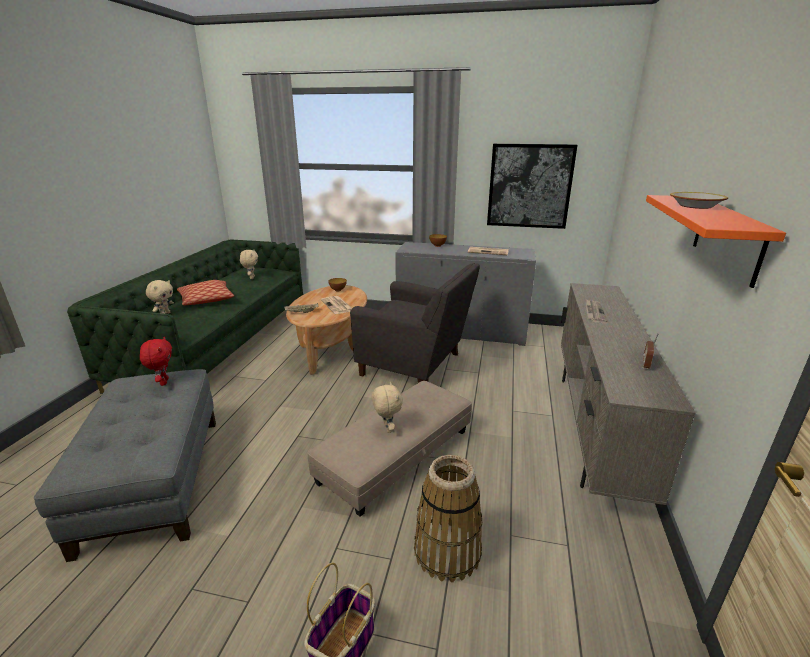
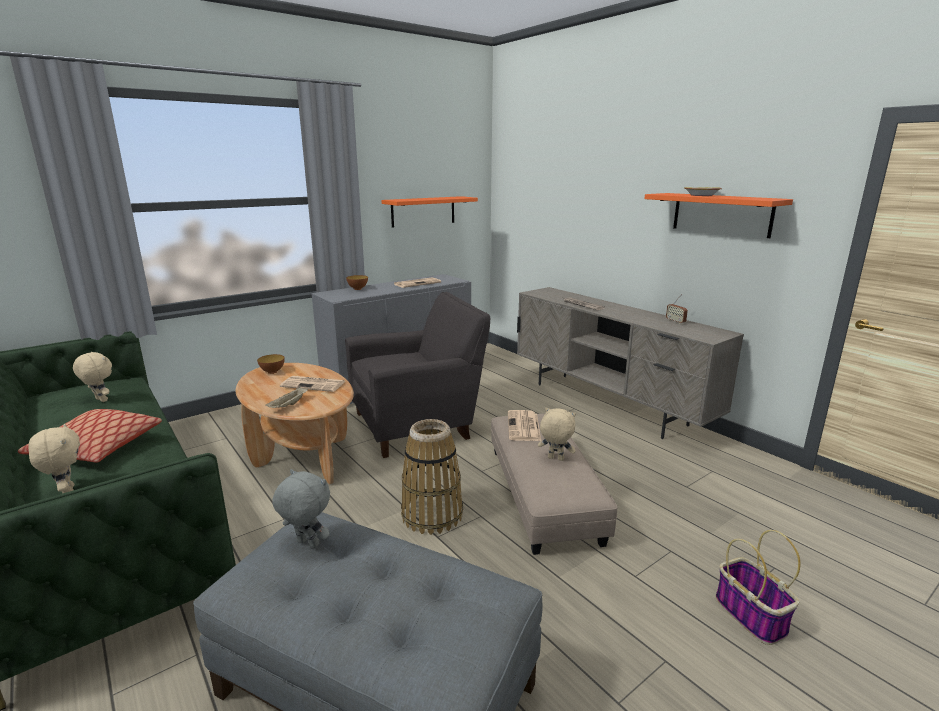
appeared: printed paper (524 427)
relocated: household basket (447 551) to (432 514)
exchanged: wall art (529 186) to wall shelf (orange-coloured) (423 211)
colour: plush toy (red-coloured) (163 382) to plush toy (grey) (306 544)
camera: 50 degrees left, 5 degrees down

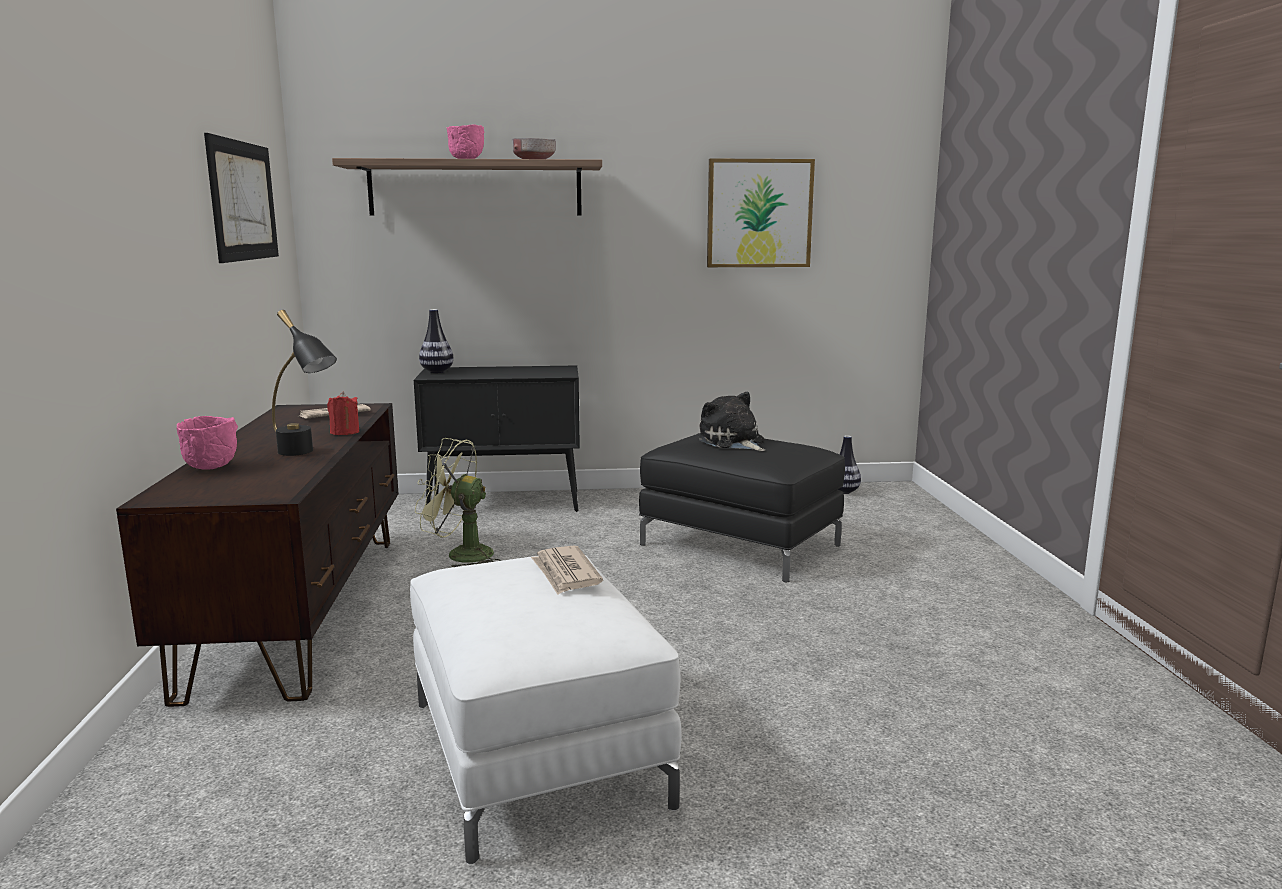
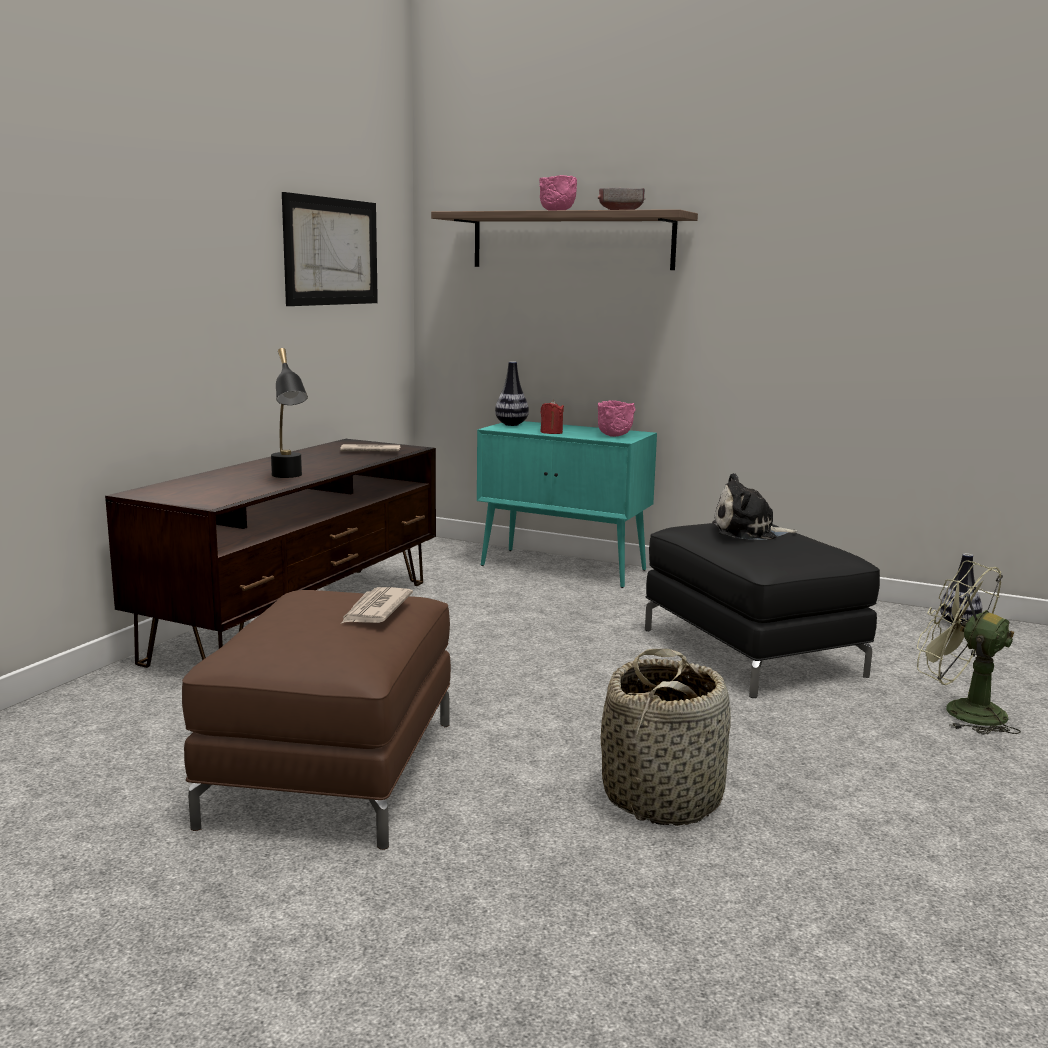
missing: wall art (759 213)
appeared: household basket (663 797)
relocated: serving bowl (pink-coloured) (212 467) to (615 436); wax light (red-coloured) (345 432) to (551 432); cooling fan (green) (460 555) to (960 711)
colour: pouffe (white) (536 752) to pouffe (brown) (333 771); cupboard (blackish) (506 503) to cupboard (blue-green) (564 568)
spun: plush toy (733 442) = (748 532) 90 degrees counterclockwise
camera: 30 degrees right, 0 degrees up

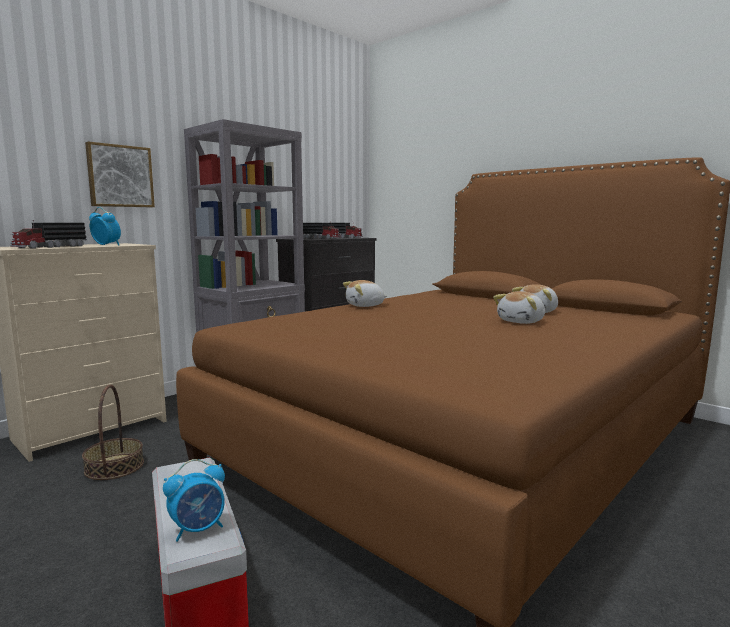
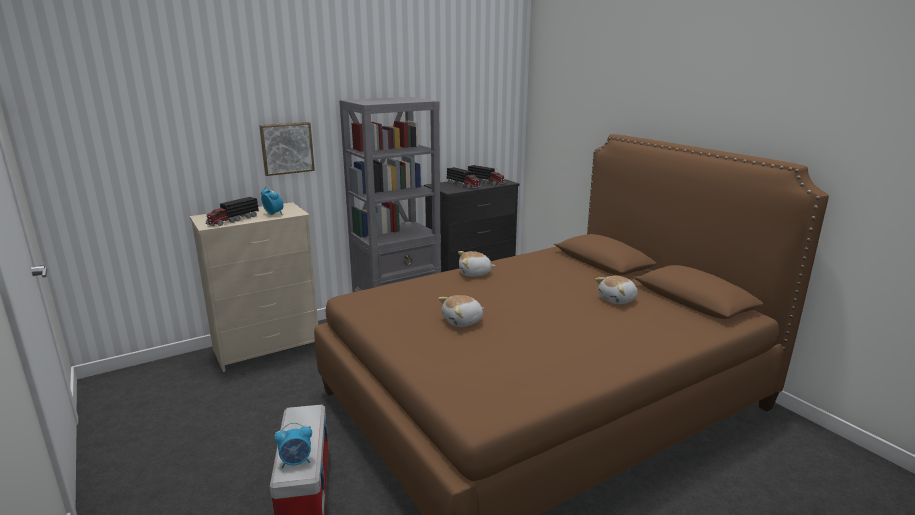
missing: household basket (114 466)
relocated: plush toy (522 322) to (463 321)
camera: 15 degrees right, 10 degrees up

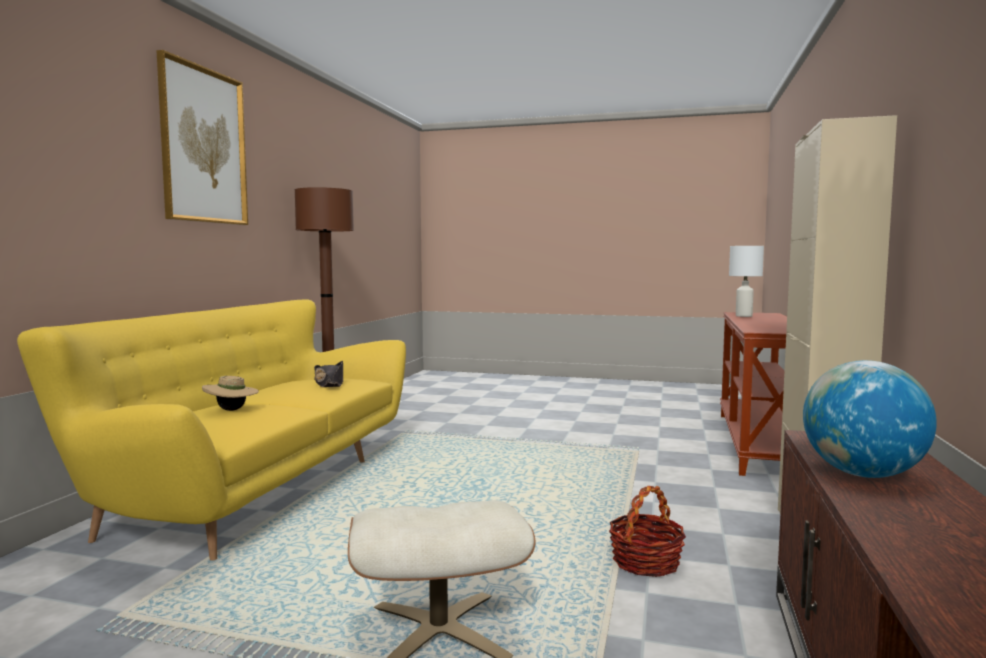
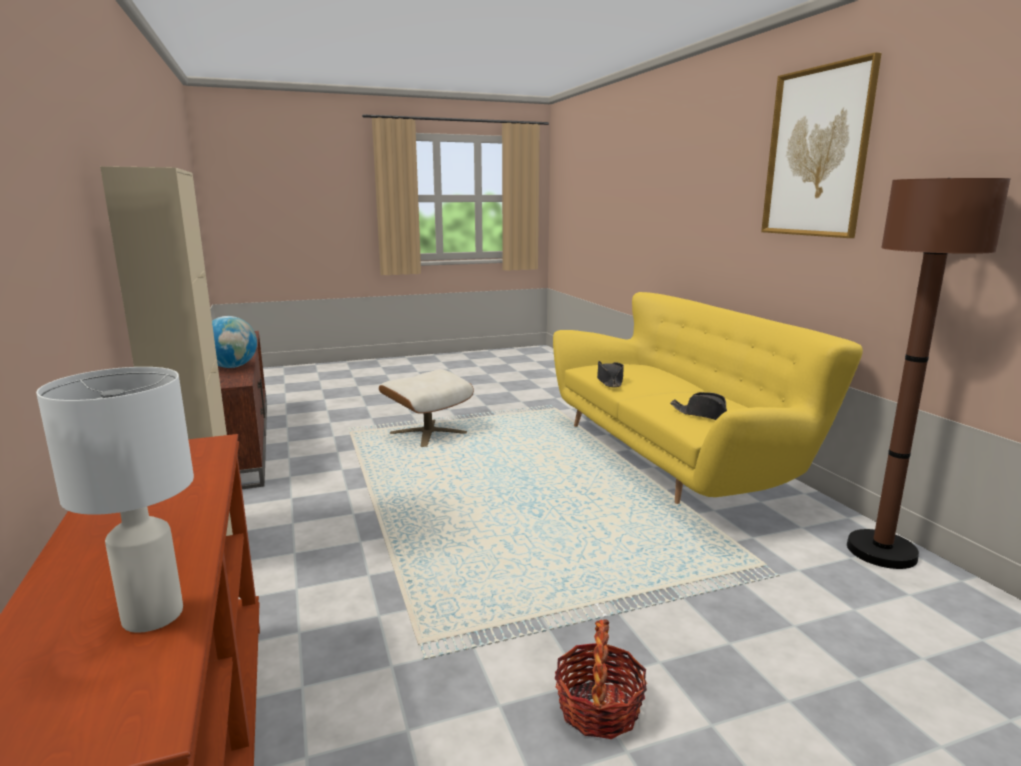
missing: clothing hat (beige) (231 410)
appeared: clothing hat (blackish) (609 381)
relocated: household basket (646 562) to (598 708)
camera: 145 degrees right, 10 degrees up

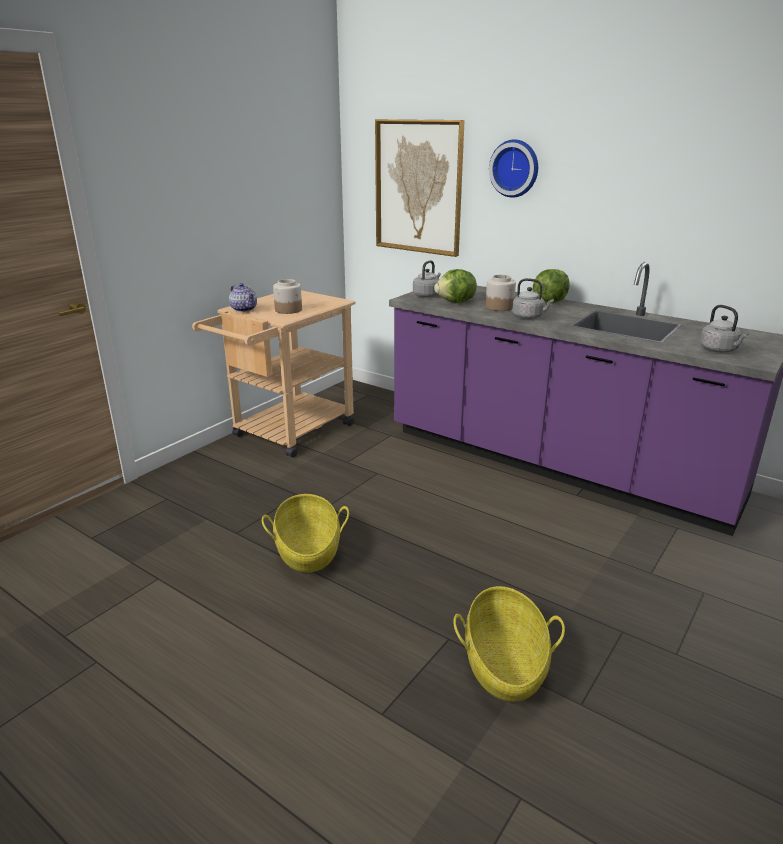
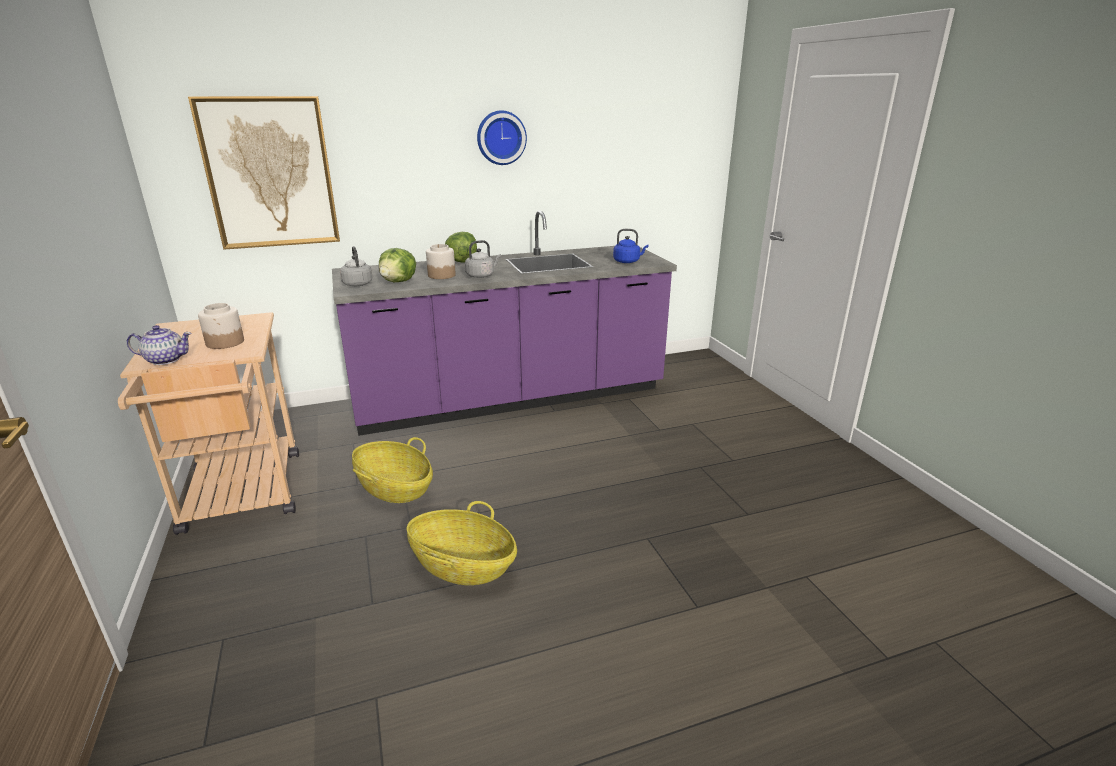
relocated: household basket (504 665) to (395 488); hanging clock (515 168) to (500 137)
colour: kettle (grey) (719 350) to kettle (bluish) (628 261)
camera: 55 degrees left, 0 degrees up

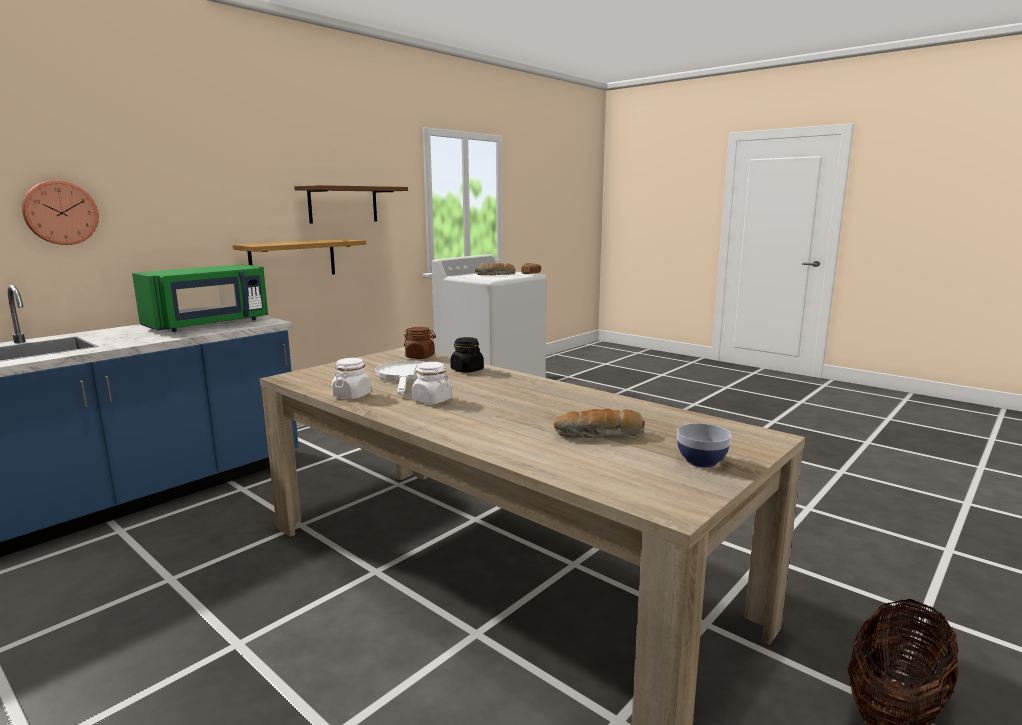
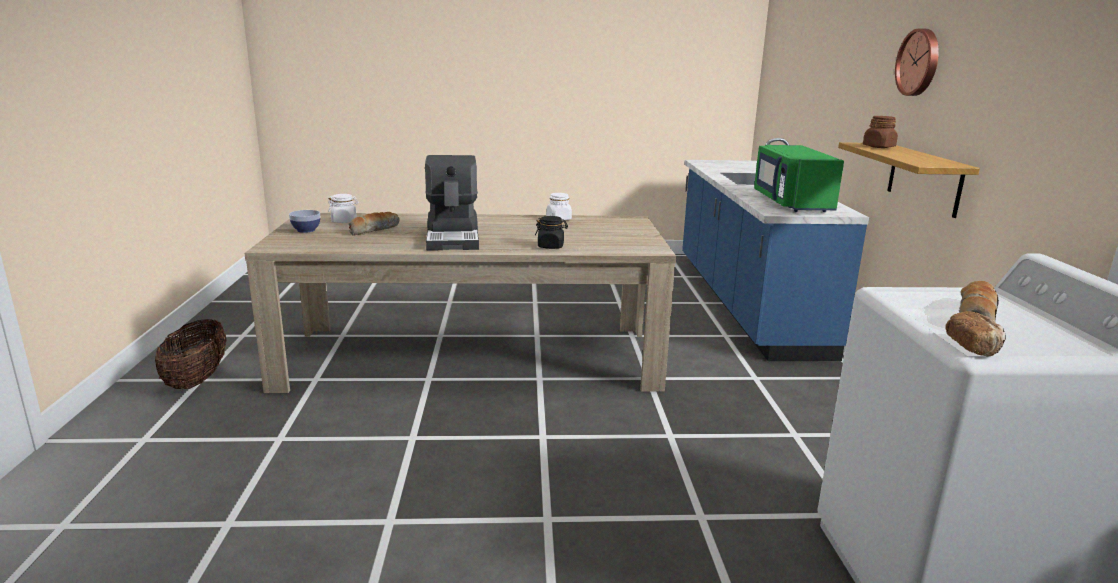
missing: wall shelf (brown) (343 204); skillet (white) (405 377)
appeared: coffee brewer (454 238)
relocated: hanging clock (60 213) to (919 62); preserve jar (brown) (420 357) to (878 147); preserve jar (white) (431 400) to (344 221)
camera: 135 degrees right, 5 degrees up

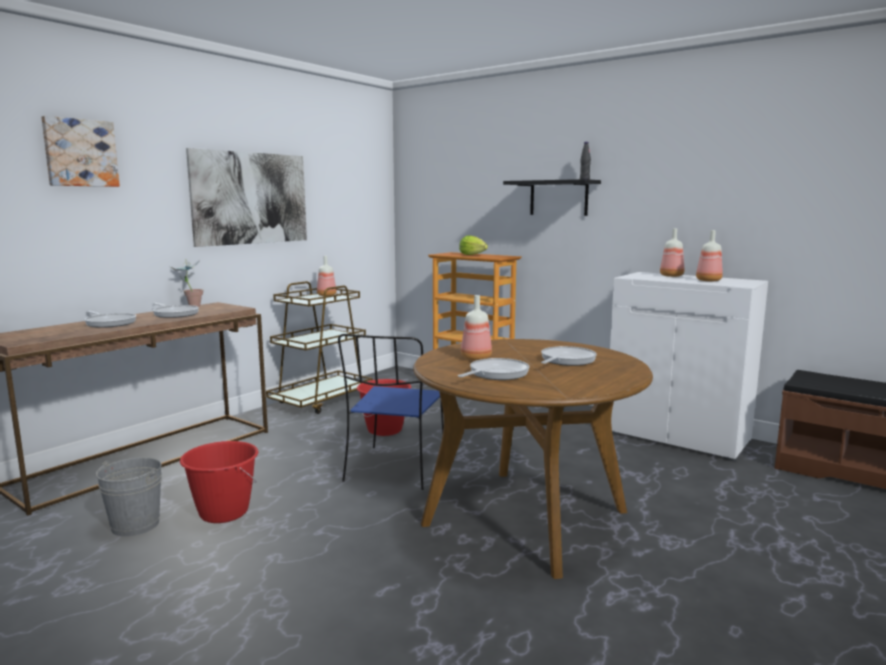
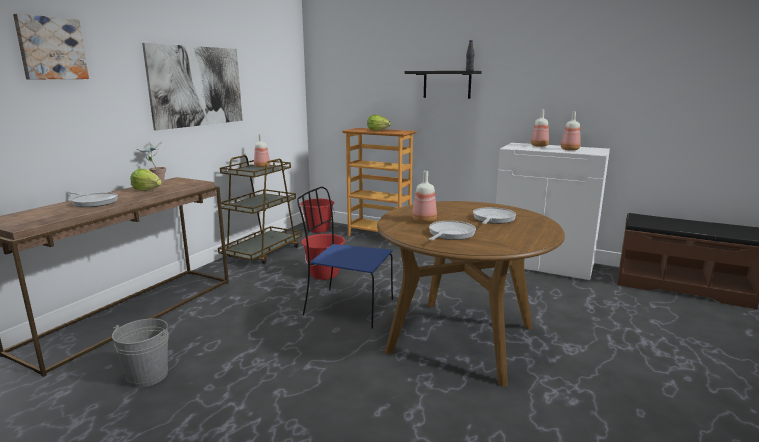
relocated: pail (red-coloured) (223 512) to (318 229)
exchanged: skillet (175 314) to head of lettuce (147 190)
spun: upright chair (bluish) (395 469) = (346 307) 105 degrees clockwise
camera: 10 degrees left, 5 degrees up

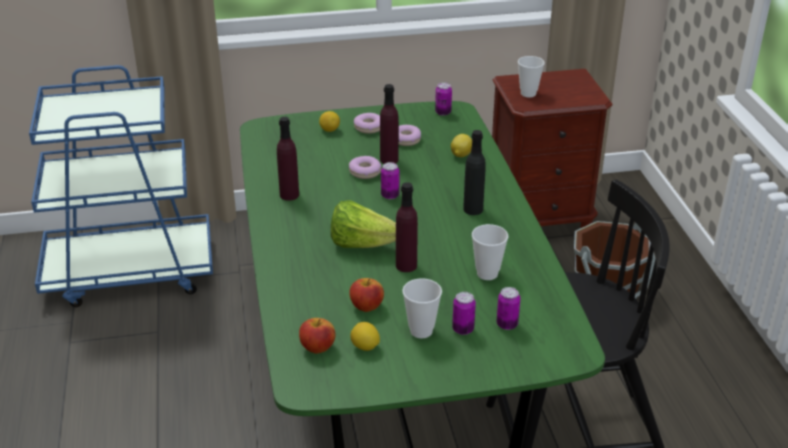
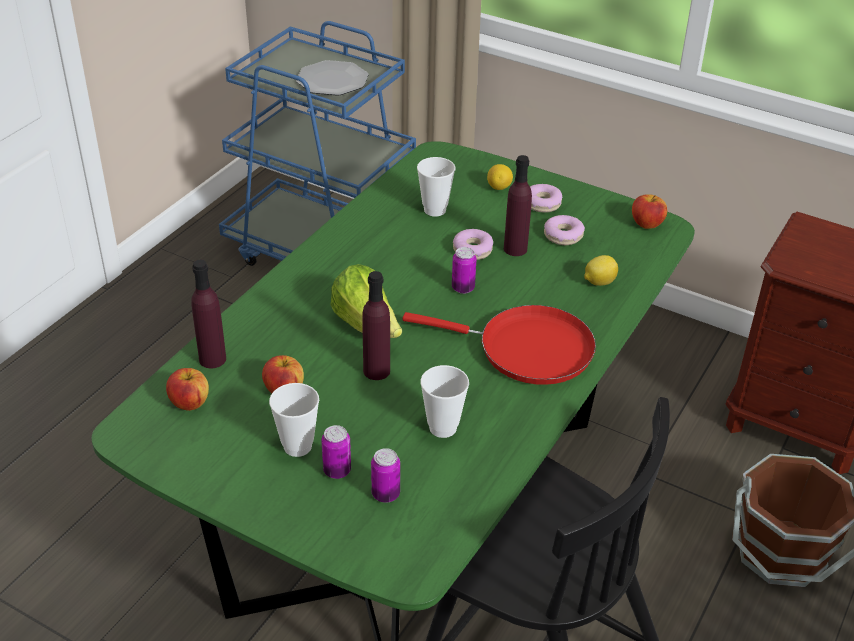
missing: whole lemon (365 347)
appeared: flat dish (332 80)
relocated: beverage bottle (purple-coloured) (289 195) to (212 359); drinking cup (528 93) to (435 210)
exchanged: sealed can (443 112) to apple (646 224); beverage bottle (blackish) (473 209) to skillet (red-coloured) (527 349)
camera: 40 degrees right, 5 degrees up

